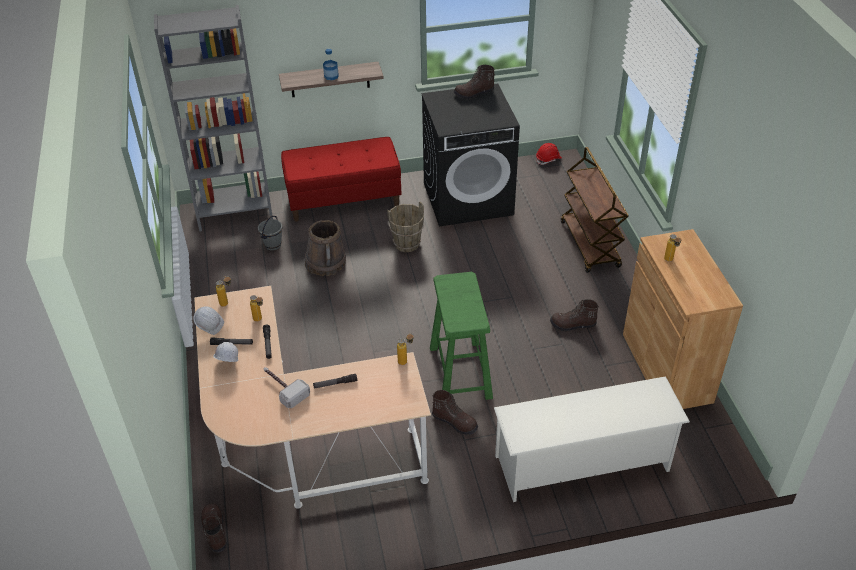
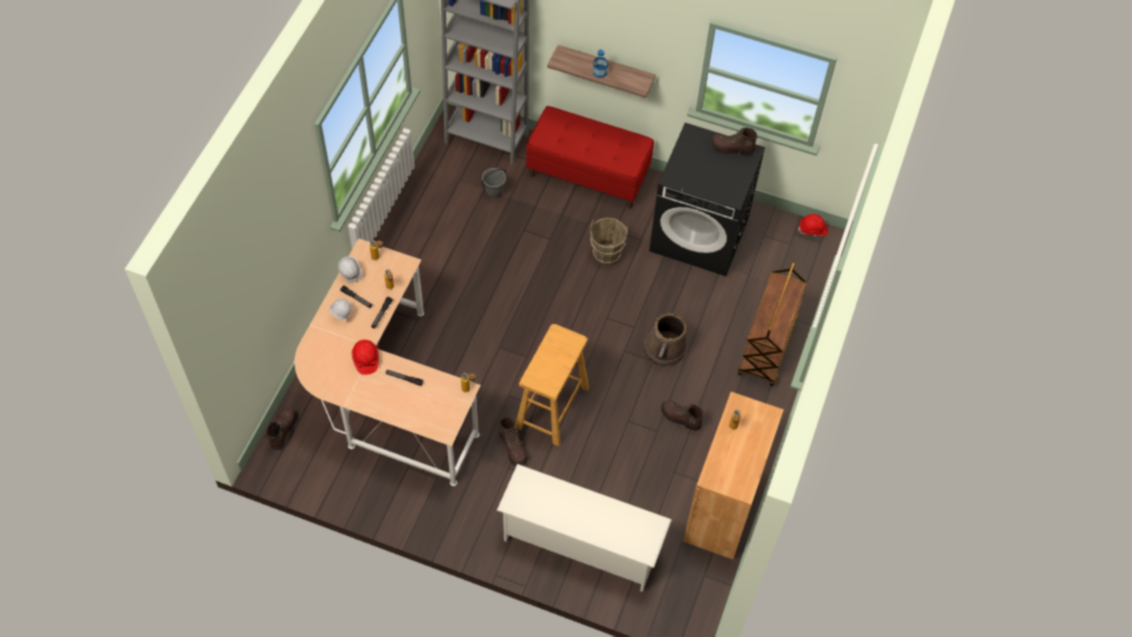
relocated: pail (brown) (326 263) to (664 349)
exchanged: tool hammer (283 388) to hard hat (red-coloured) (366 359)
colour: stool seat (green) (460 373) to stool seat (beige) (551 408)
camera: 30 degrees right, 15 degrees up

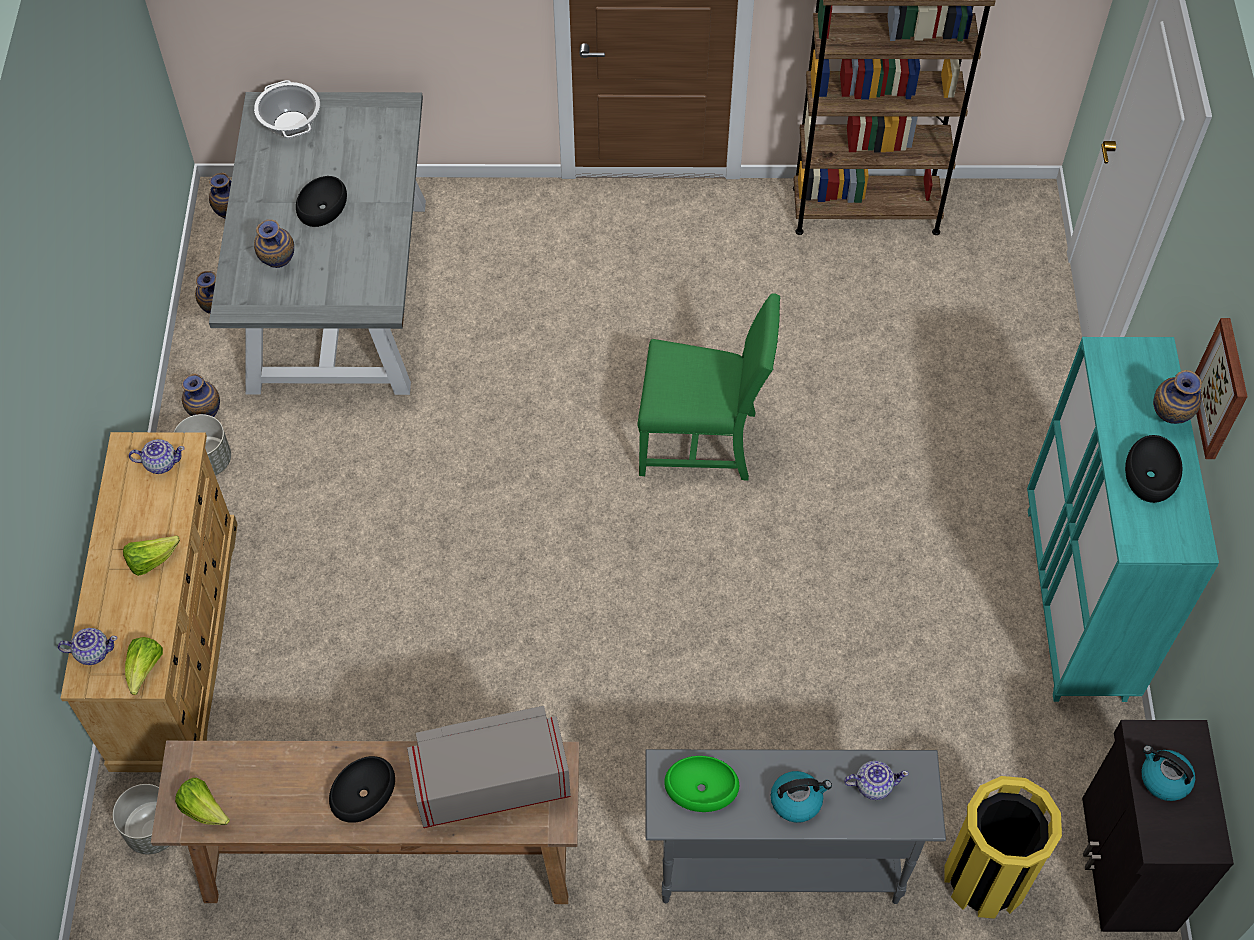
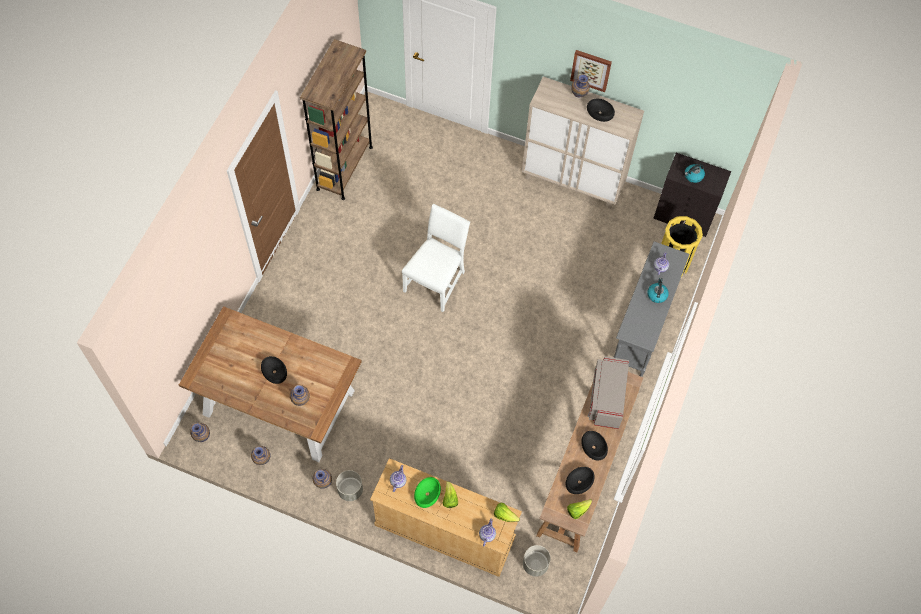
missing: saucepot (291 124)
appeared: serving bowl (blackish) (579 482)
relocated: serving bowl (green) (701 787) to (427 493)
colour: dinner table (grey) (338 292) to dinner table (brown) (278 402); upright chair (green) (702 440) to upright chair (white) (436 281); cupboard (blue-green) (1076 603) to cupboard (beige) (573 182)
camera: 70 degrees left, 5 degrees up

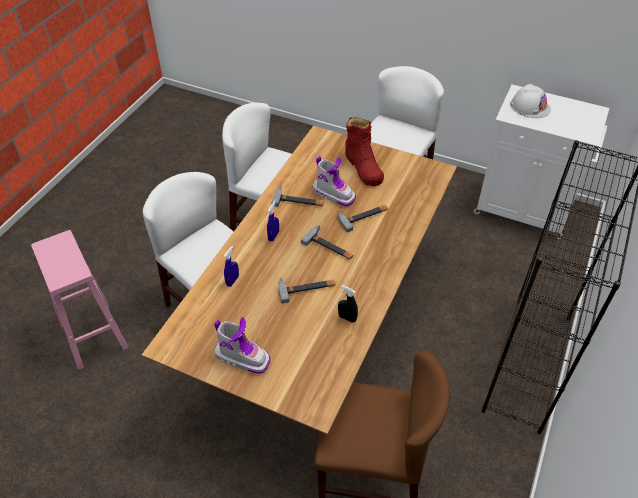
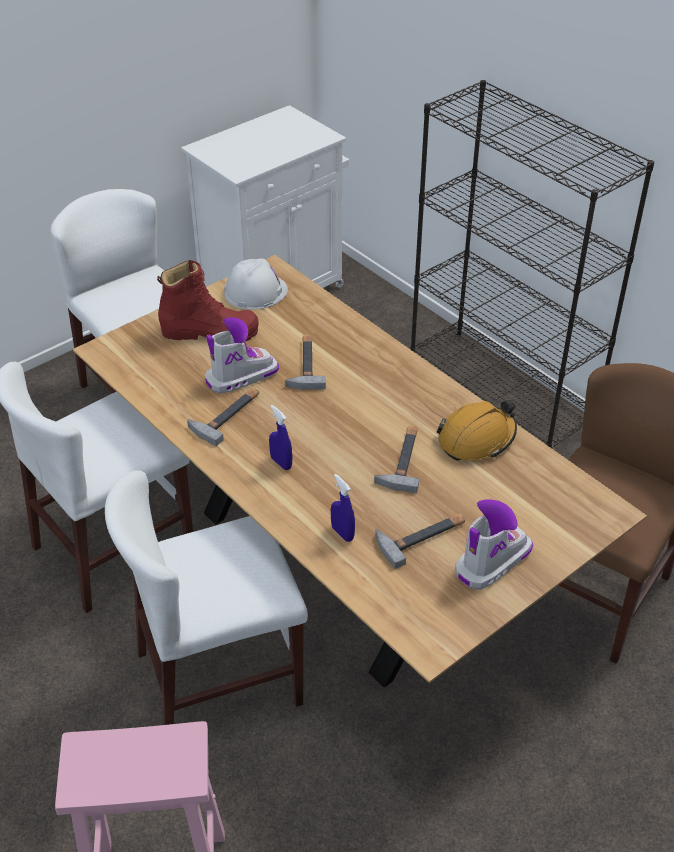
relocated: tool hammer (330 246) to (422 536); hard hat (white) (530 106) to (255 291)
exchanged: sprayer (blackish) (347 318) to hard hat (orange-coloured) (477 438)
camera: 65 degrees left, 5 degrees down

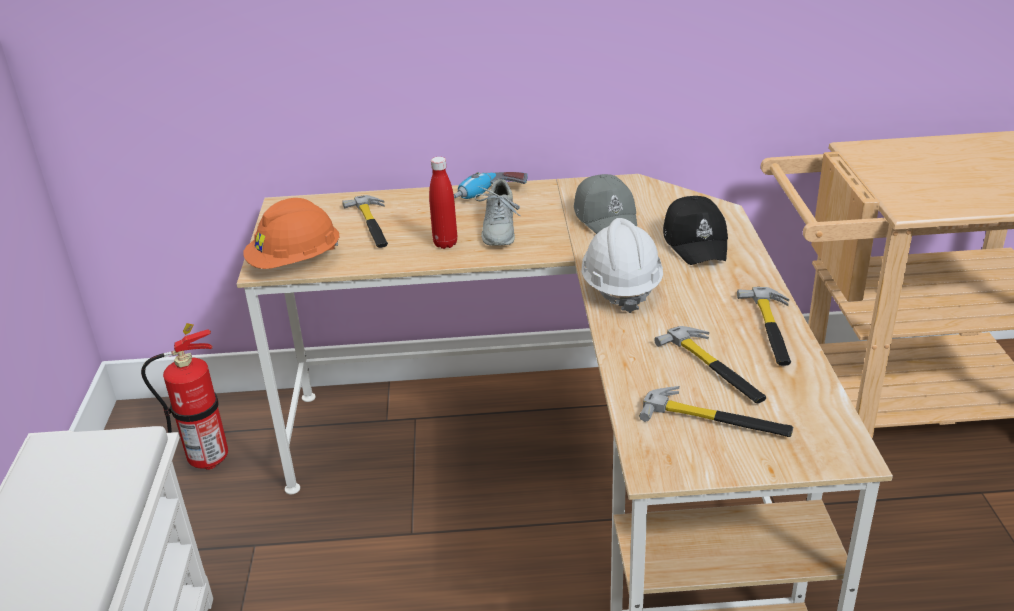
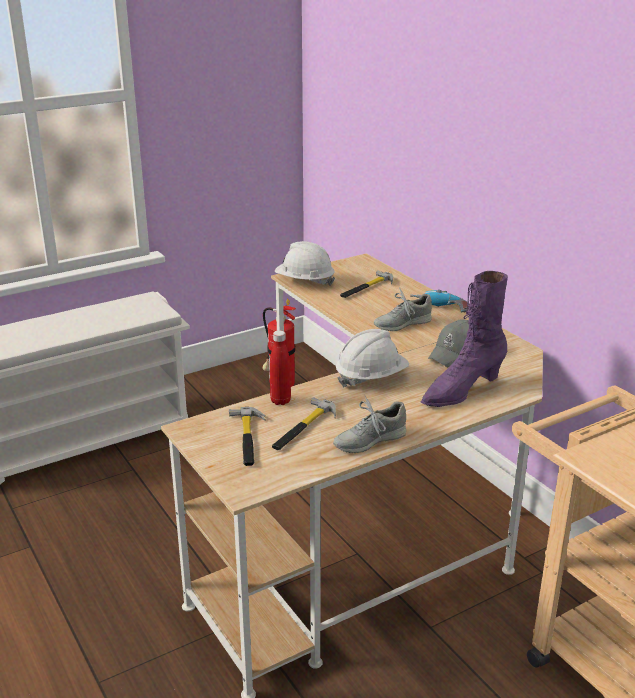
relocated: beverage bottle (red-coloured) (445 243) to (280 401)
exchanged: peaked cap (blackish) (696 242) to tall boot (purple-coloured) (461 391); tool hammer (771 329) to item of footwear (grey) (369 440)
colour: hard hat (orange-coloured) (295 262) to hard hat (white) (304 282)
camera: 60 degrees right, 5 degrees down

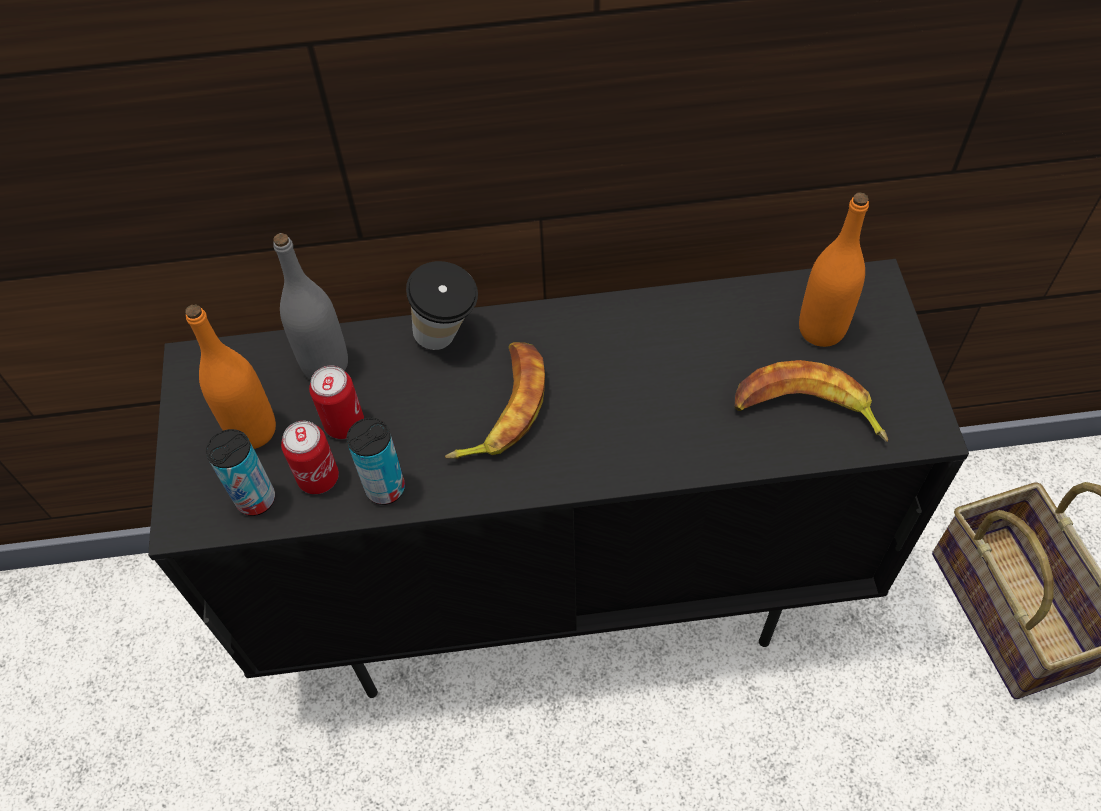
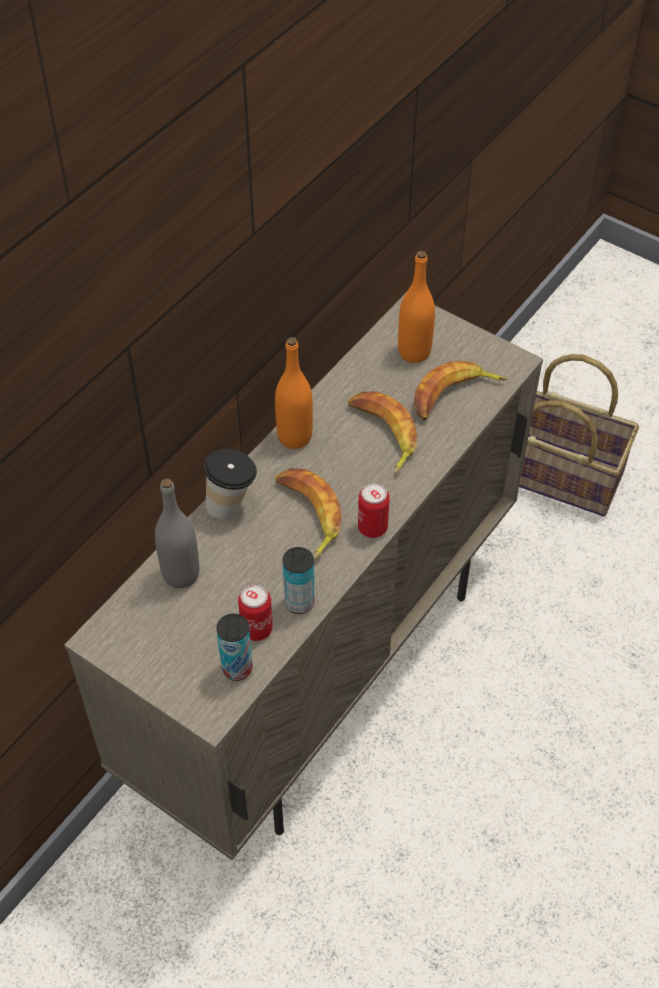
appeared: banana (382 434)
relocated: beverage bottle (orange-coloured) (252 430) to (294 437); sealed can (344 424) to (372 527)
colour: cupboard (blackish) (561 595) to cupboard (beige) (324 675)
camera: 50 degrees left, 5 degrees down

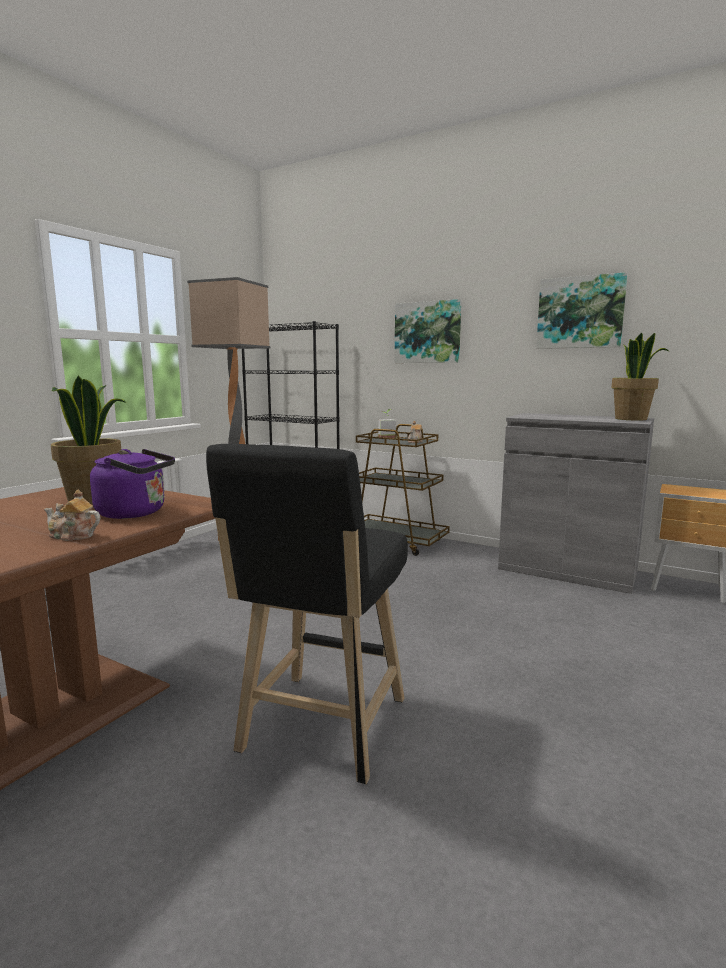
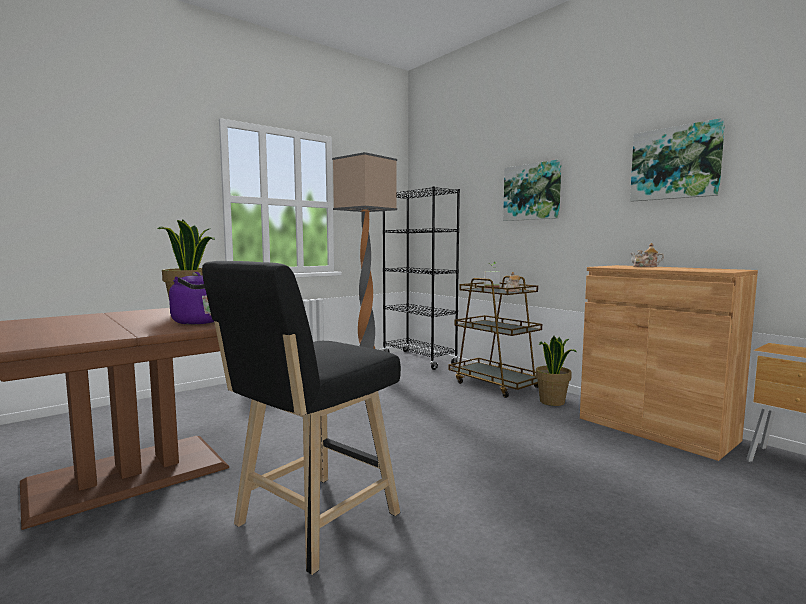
relocated: teapot (72 536) to (645 266); plant in a pot (631 419) to (552 402)
colour: cupboard (grey) (567 570) to cupboard (brown) (655 429)
camera: 20 degrees right, 5 degrees down

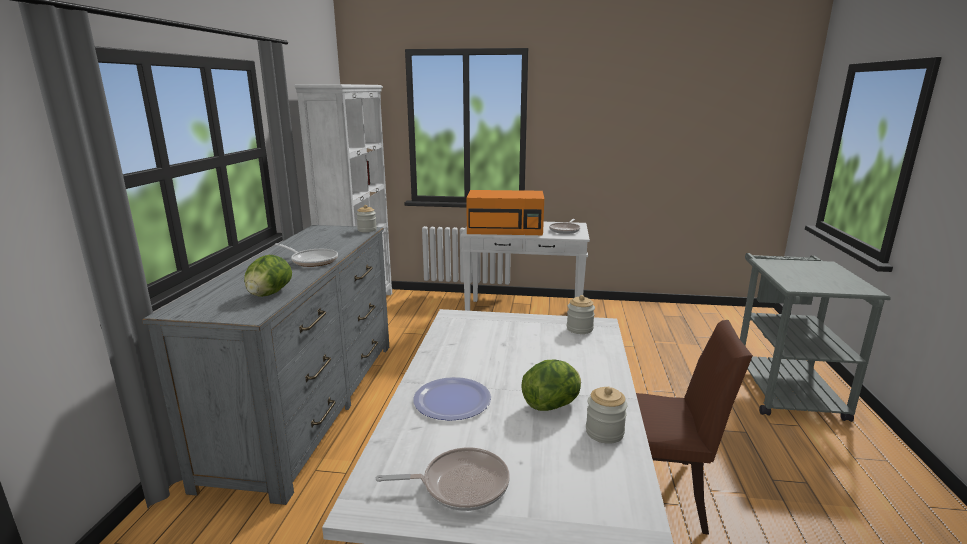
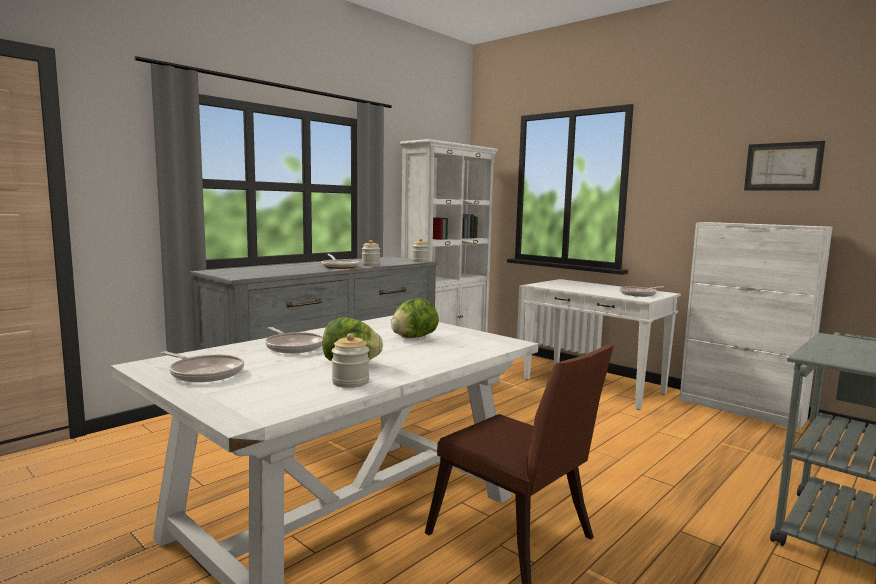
missing: kitchen microwave (orange-coloured) (506 229)
appeared: cupboard (white) (741 410); wall art (783 166)
relocated: head of lettuce (269 294) to (413 337); preserve jar (579 329) to (370 265)
exchanged: flat dish (452 400) to skillet (293 346)
camera: 35 degrees right, 10 degrees down

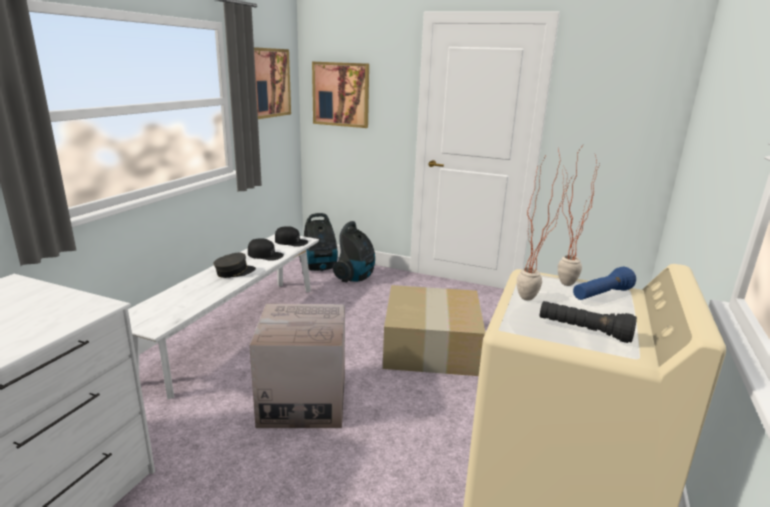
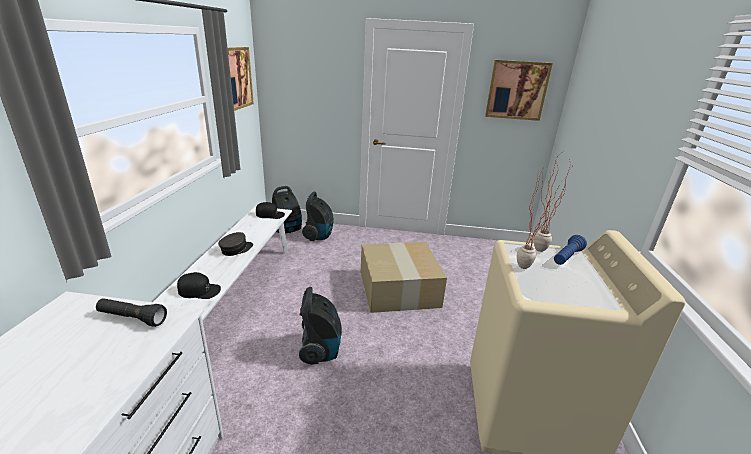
relocated: peaked cap (blackish) (265 255) to (199 290); wall art (341 94) to (517 90); torch (blackish) (583 331) to (132 319)
exchanged: packing box (303 401) to vacuum (320 350)
camera: 15 degrees left, 5 degrees up

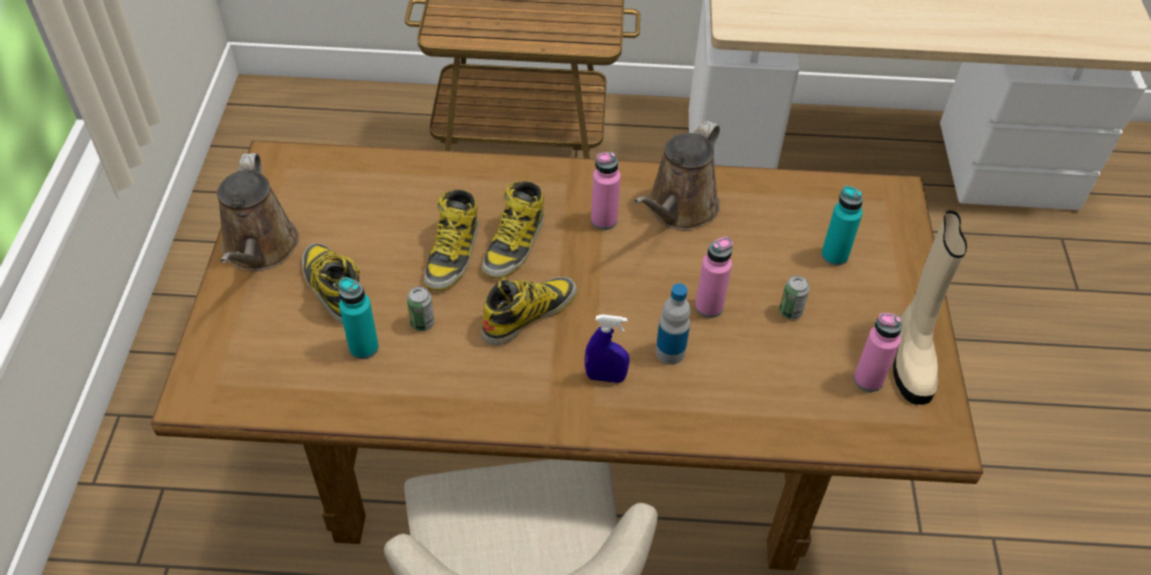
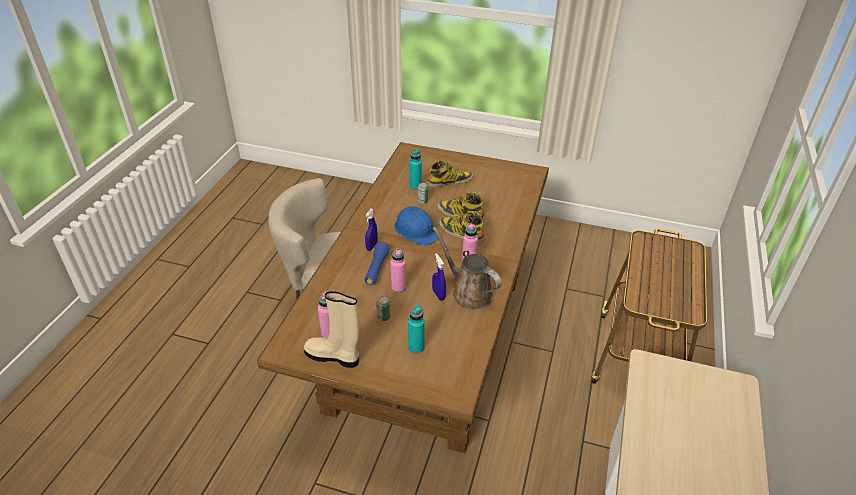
missing: watering can (brown) (259 250)
appeared: sprayer (bluish) (438 295)
exchanged: tall boot (529 314) to hard hat (bluish) (416 230); beverage bottle (670 352) to torch (bluish) (376 268)
camera: 105 degrees right, 10 degrees down

